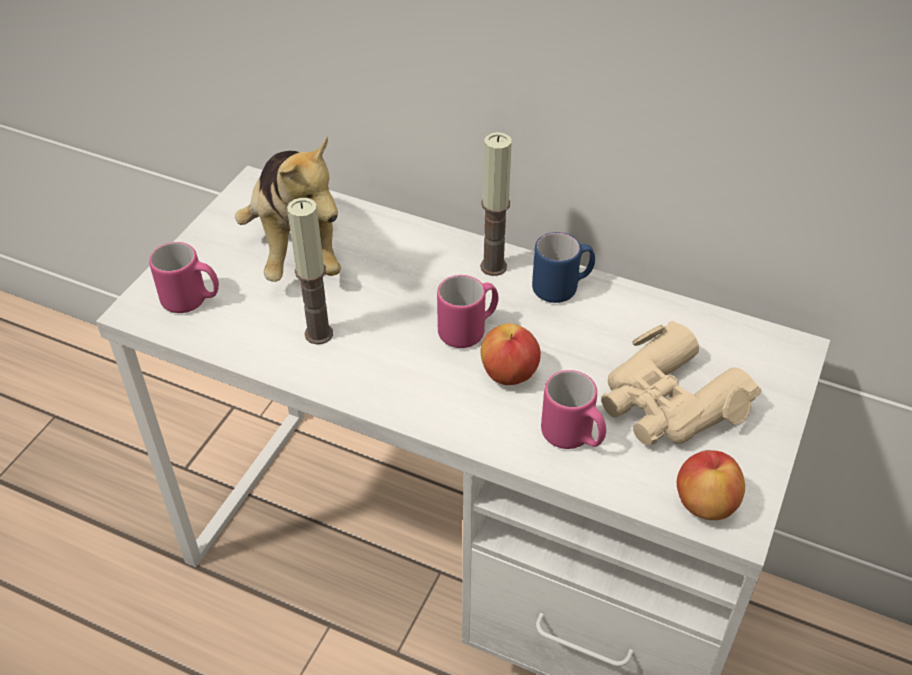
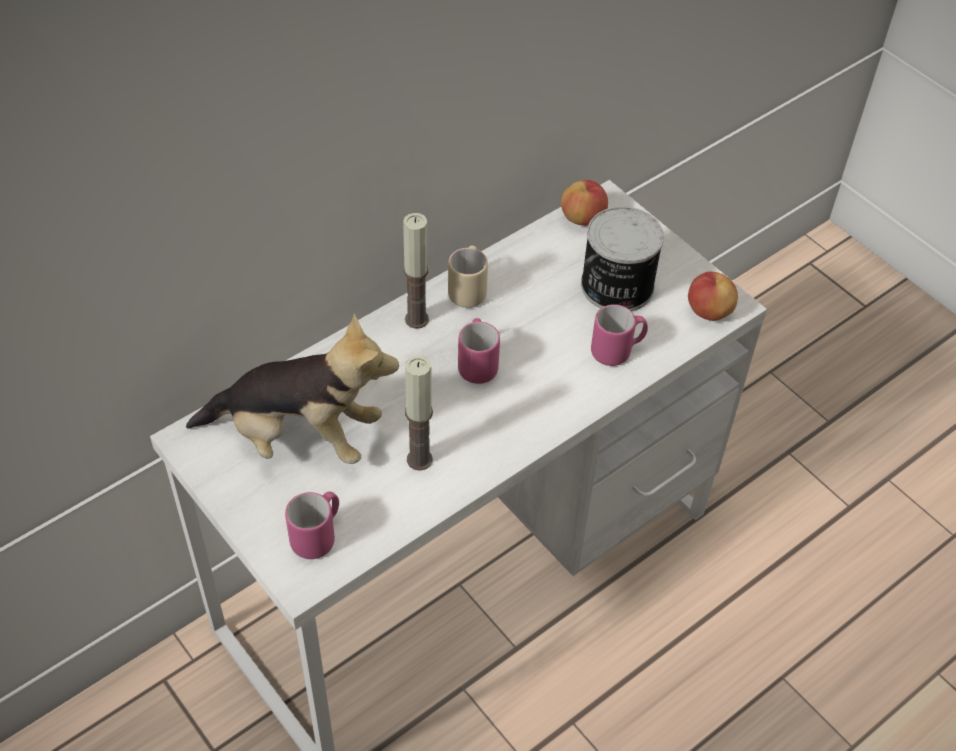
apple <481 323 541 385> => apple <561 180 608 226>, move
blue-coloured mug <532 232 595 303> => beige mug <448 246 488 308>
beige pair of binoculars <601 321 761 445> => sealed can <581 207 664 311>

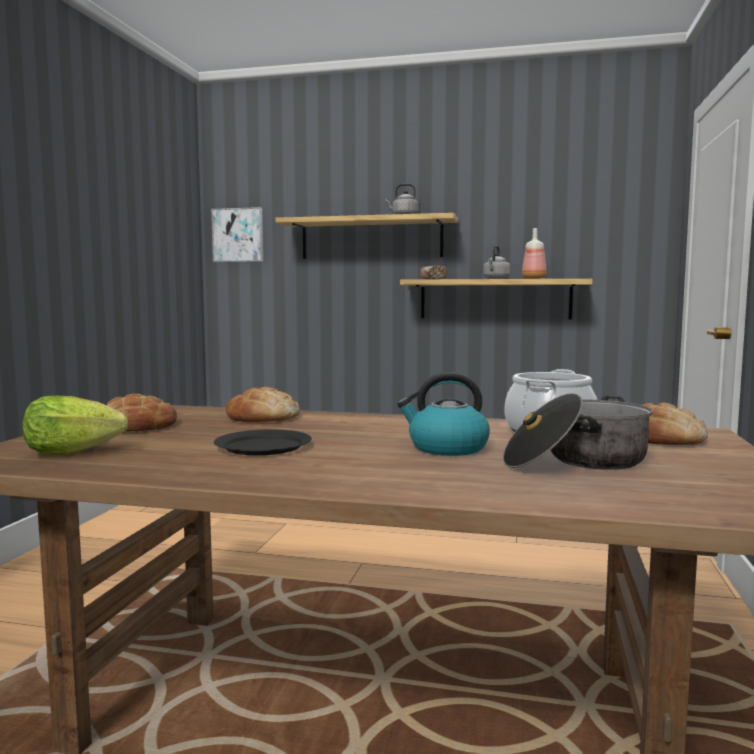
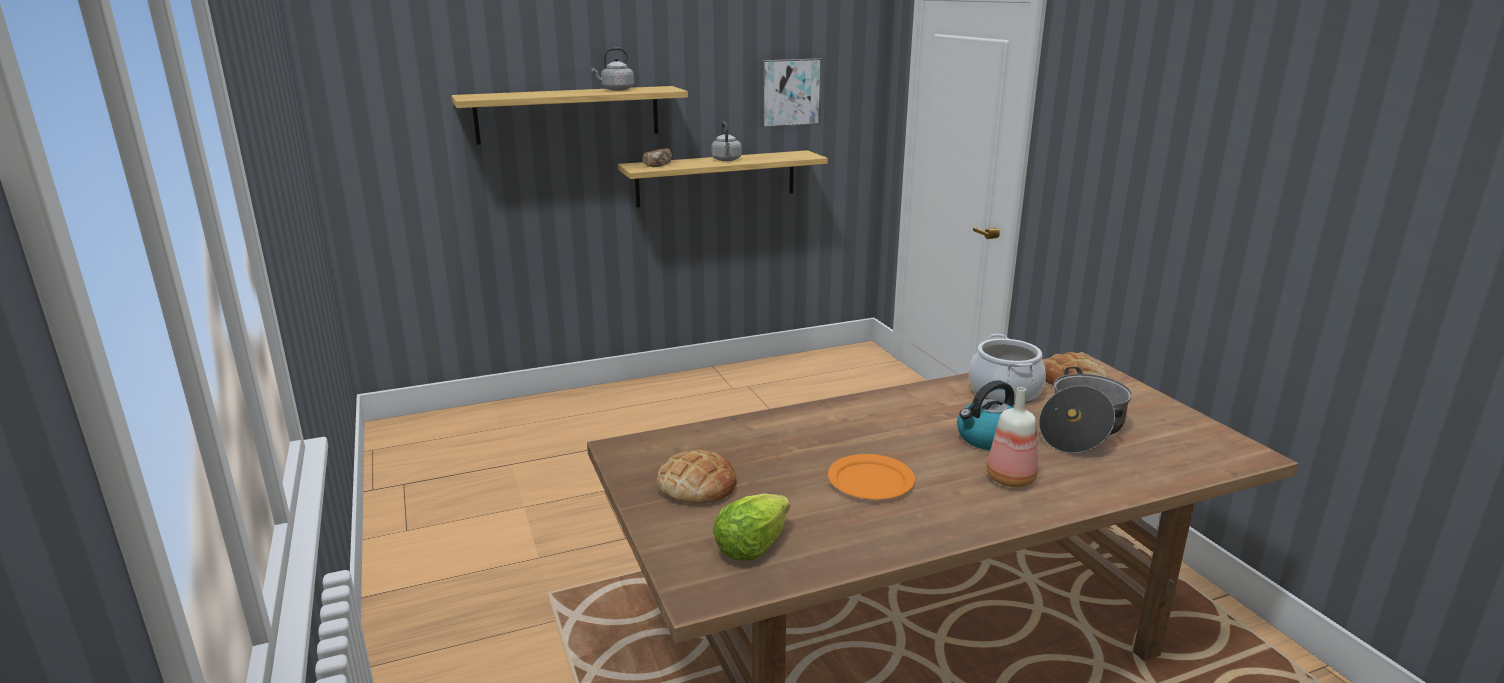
wall picture <211 207 263 262> => wall picture <761 58 822 127>, move
blackish dinner plate <214 429 312 455> => orange-coloured dinner plate <828 454 915 499>
bread <226 387 300 422> => nothing
drink bottle <522 228 547 279> => drink bottle <987 387 1038 487>, move

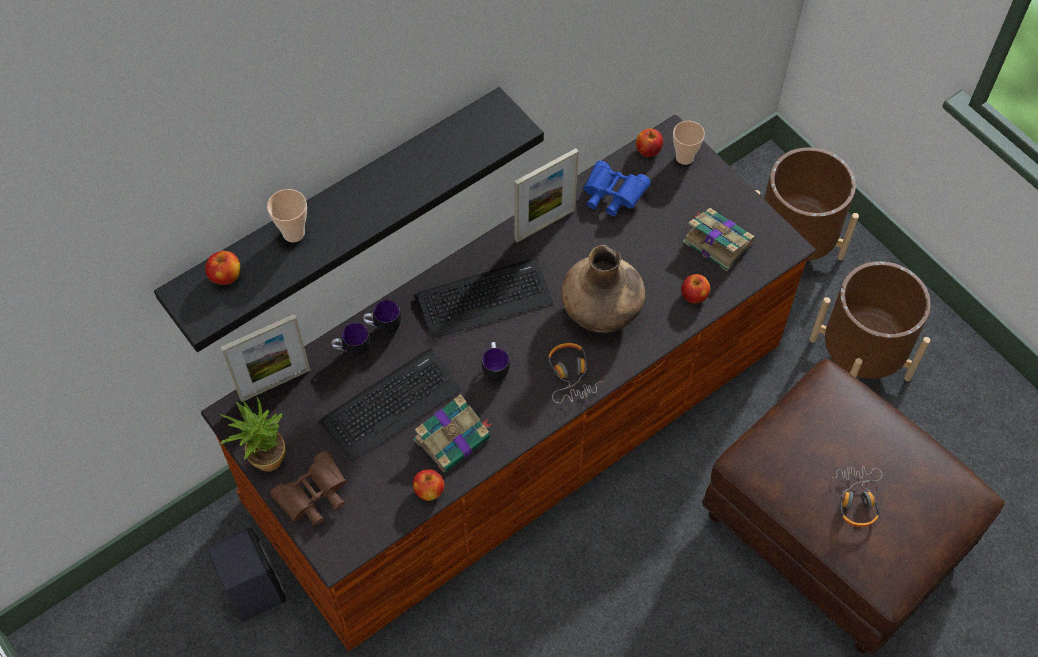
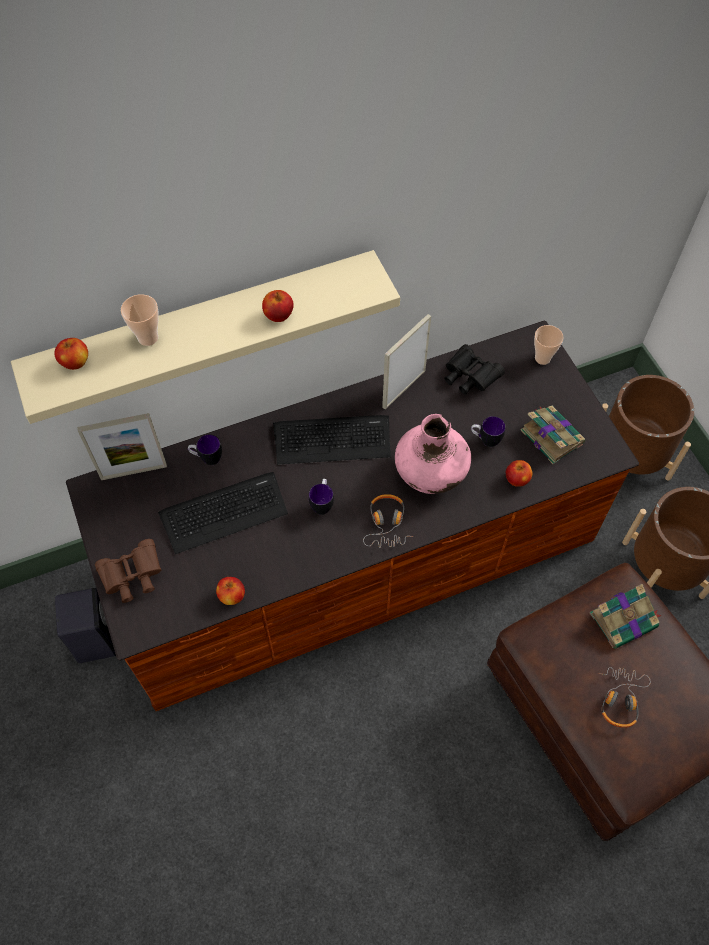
blackish shelf <154 87 544 352> => beige shelf <11 250 400 424>
plant in a pot <220 397 286 472> => nothing
mug <363 300 401 334> => mug <471 416 506 447>, move
volume <414 394 492 473> => volume <590 584 662 649>, move
picture frame <514 148 579 242> => picture frame <382 314 431 410>, 150 degrees clockwise
brownish flower vase <561 245 645 333> => pink-coloured flower vase <395 414 471 494>
blue-coloured pair of binoculars <583 161 651 216> => blackish pair of binoculars <444 344 505 395>
apple <636 128 663 157> => apple <262 290 294 322>, move

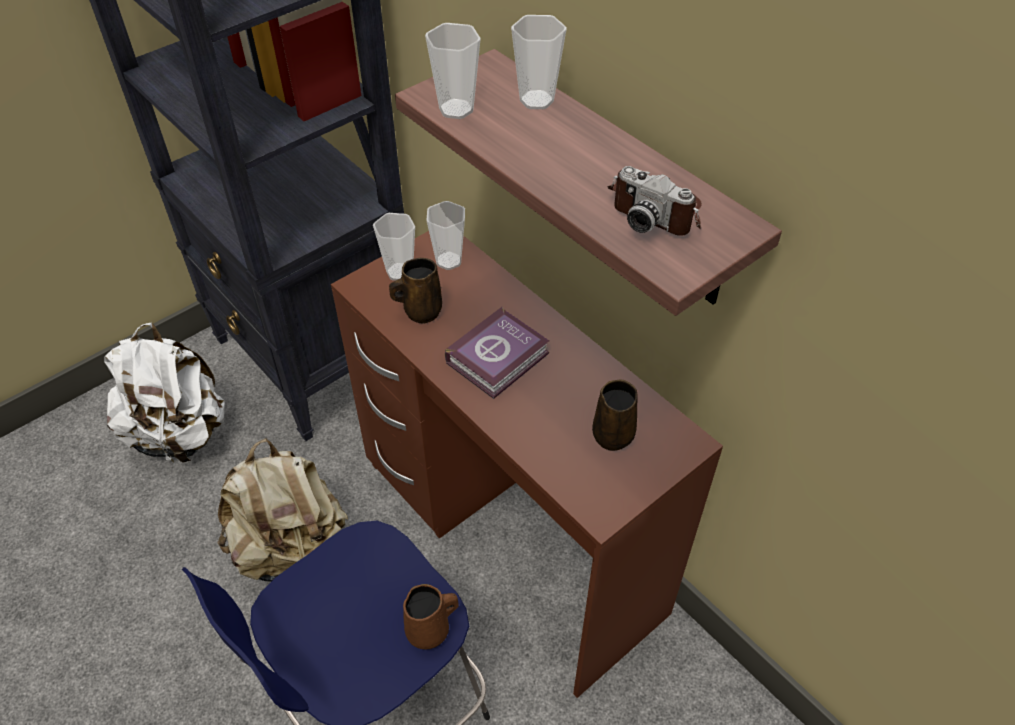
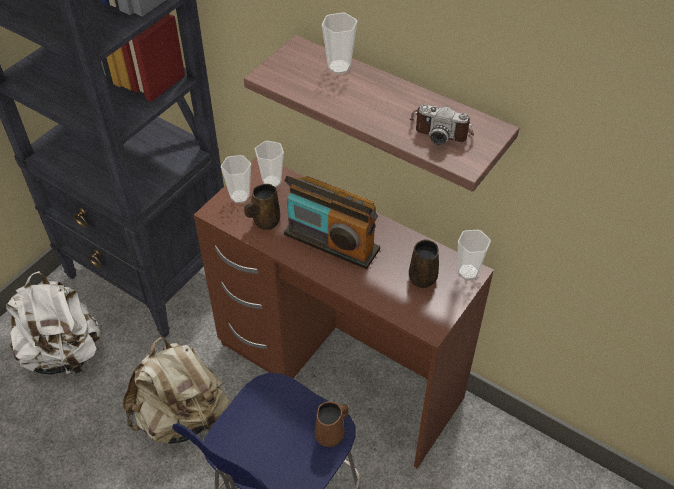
drinking cup <425 23 481 119> => drinking cup <458 230 491 280>, move
volume <445 307 549 399> => radio <284 176 380 269>

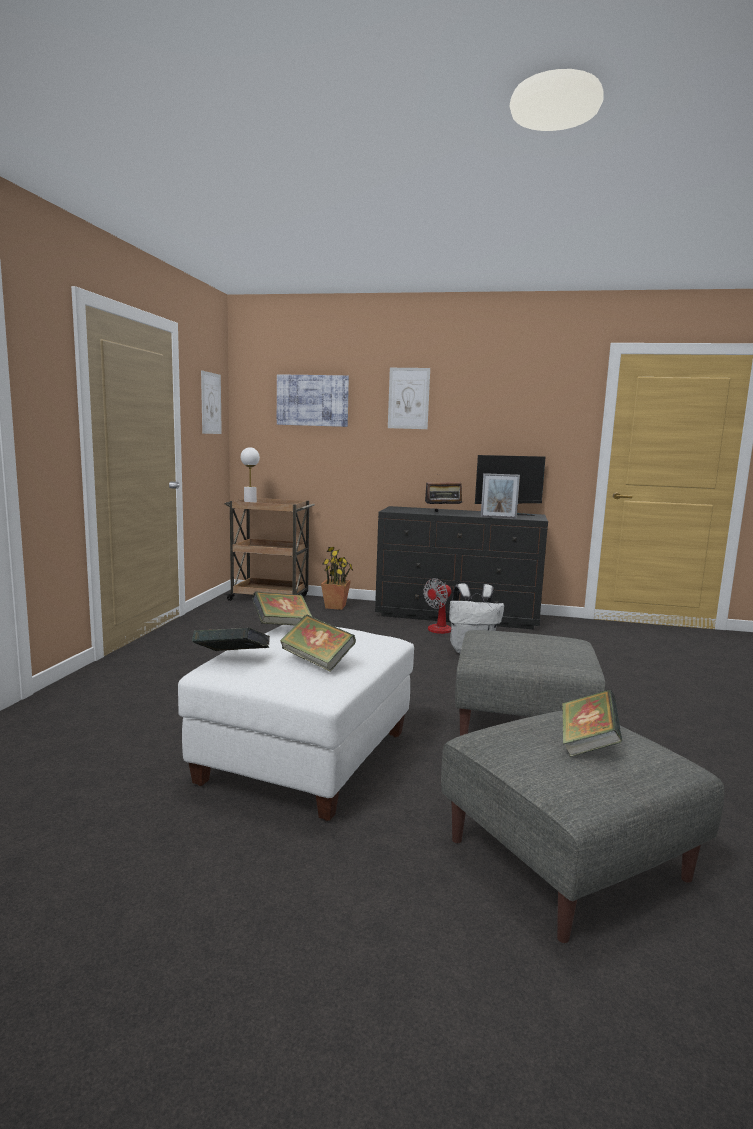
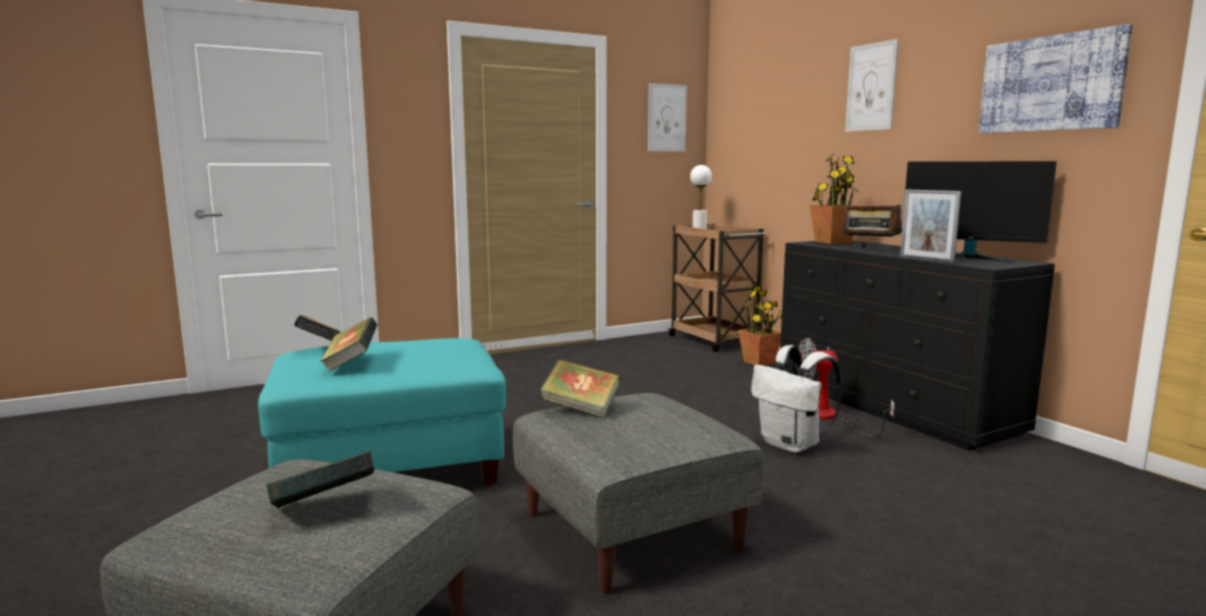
white pouffe <178 625 414 821> => turquoise-coloured pouffe <258 338 506 486>
volume <252 591 312 625> => volume <540 359 621 417>, move
wall picture <277 374 349 427> => wall picture <979 24 1133 133>, move
nothing => plant in a pot <809 153 858 244>

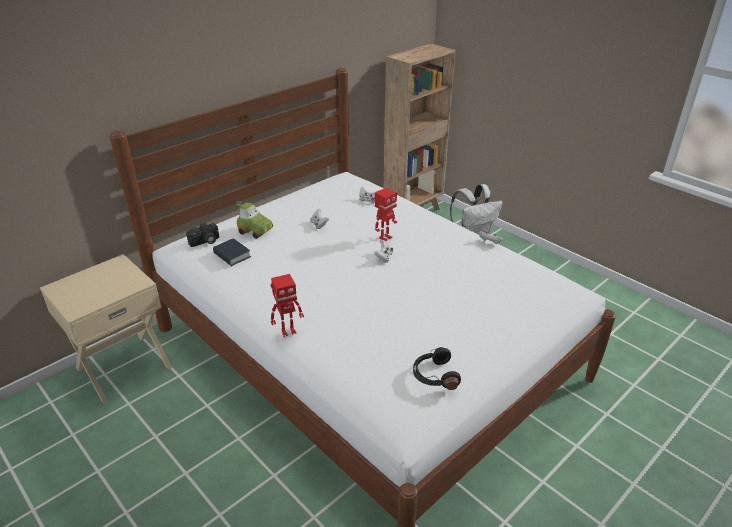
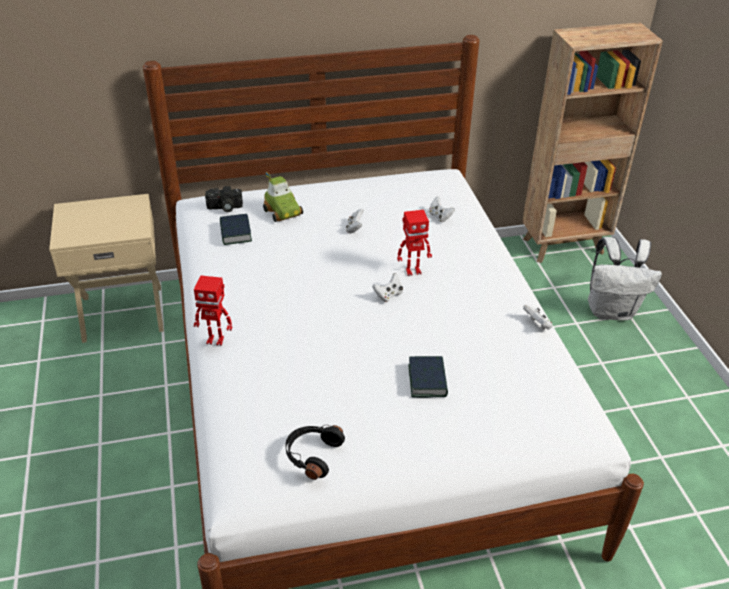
nothing => volume <408 356 448 398>

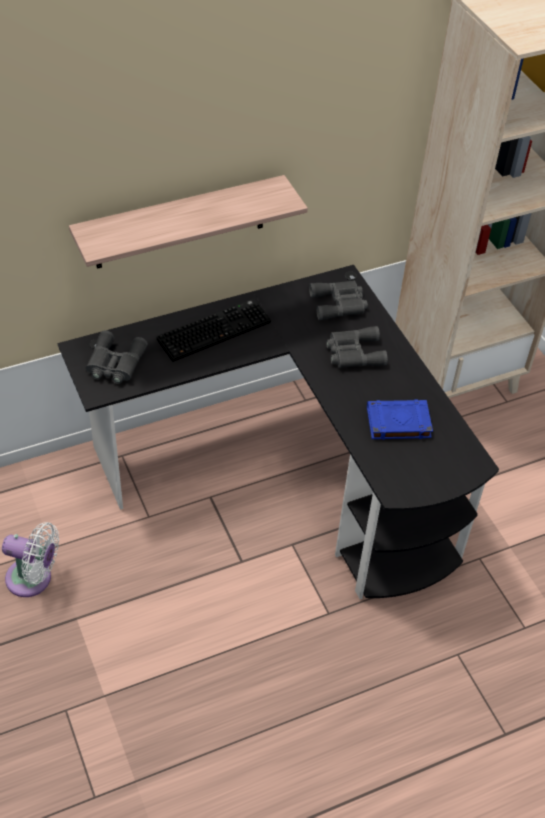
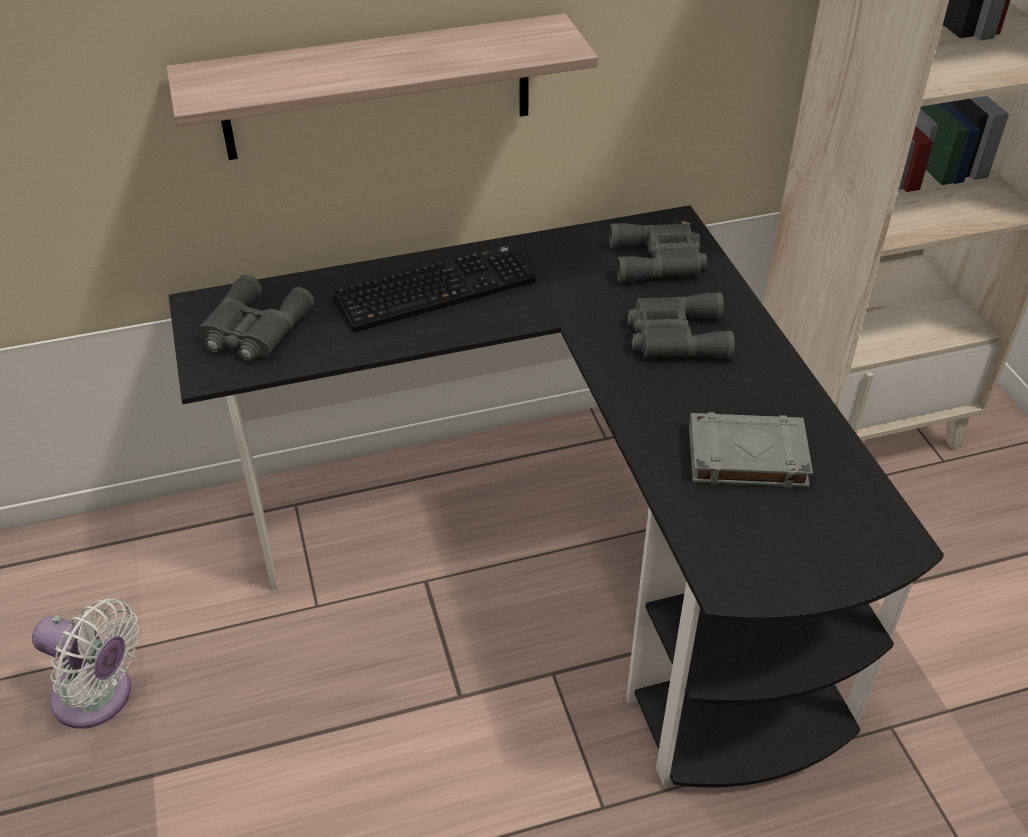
blue-coloured volume <367 399 433 440> => greyish volume <689 412 813 488>

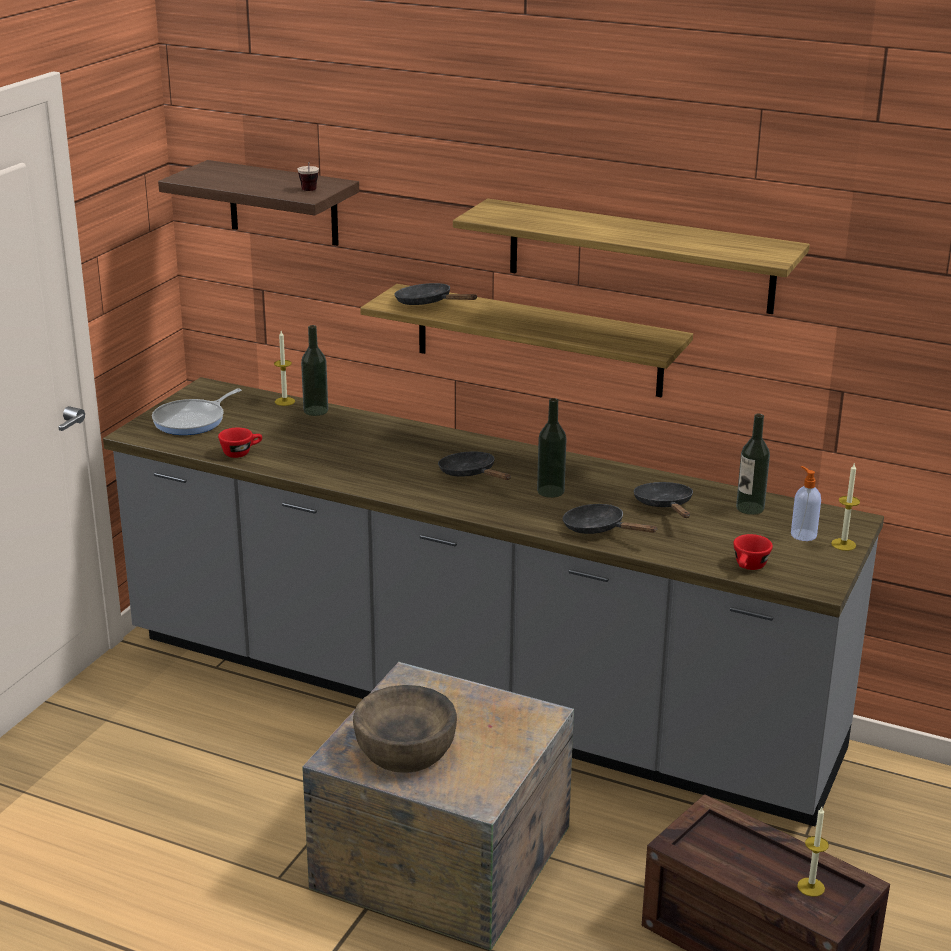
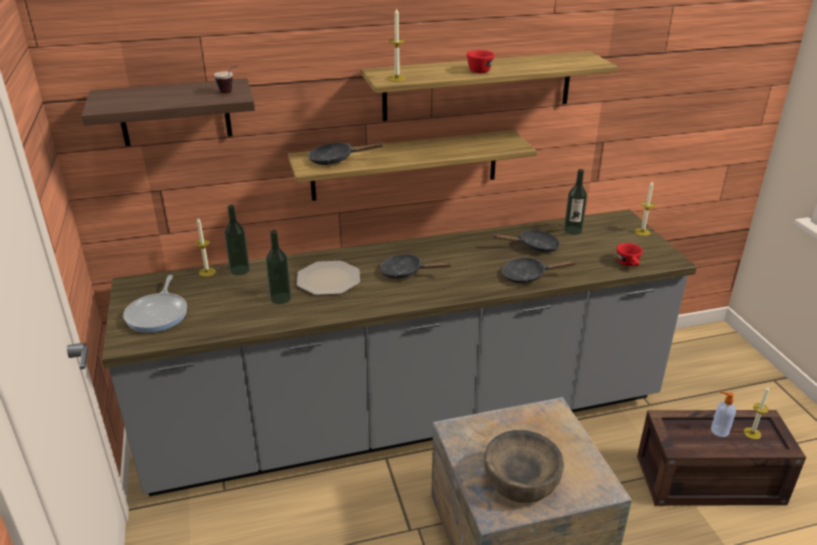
reddish drinking cup <218 428 262 458> => reddish drinking cup <467 50 494 73>, move
drink bottle <537 398 567 498> => drink bottle <266 230 291 304>, move
blackish skillet <634 482 693 518> => blackish skillet <492 230 560 252>, 135 degrees clockwise
soap bottle <791 466 821 541> => soap bottle <711 391 736 437>, move
nothing => dinner plate <297 261 360 295>
nothing => wax candle <388 8 406 82>

